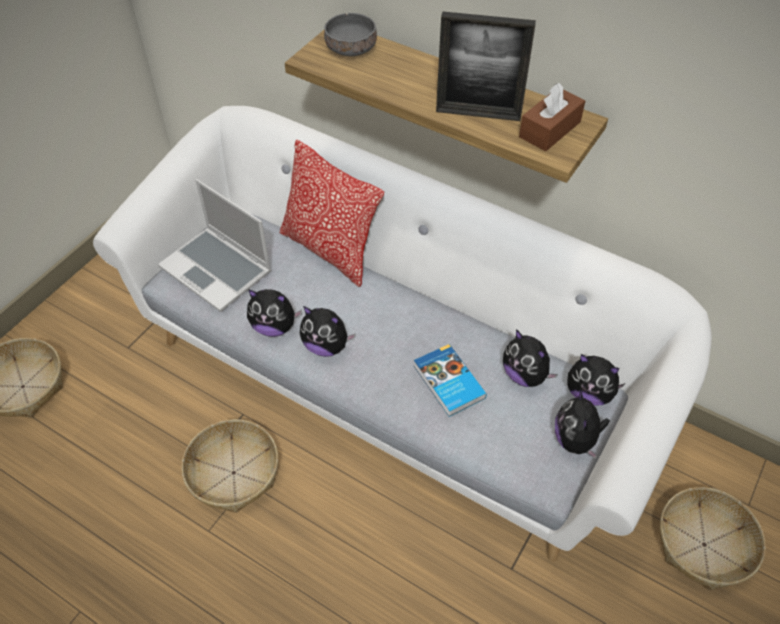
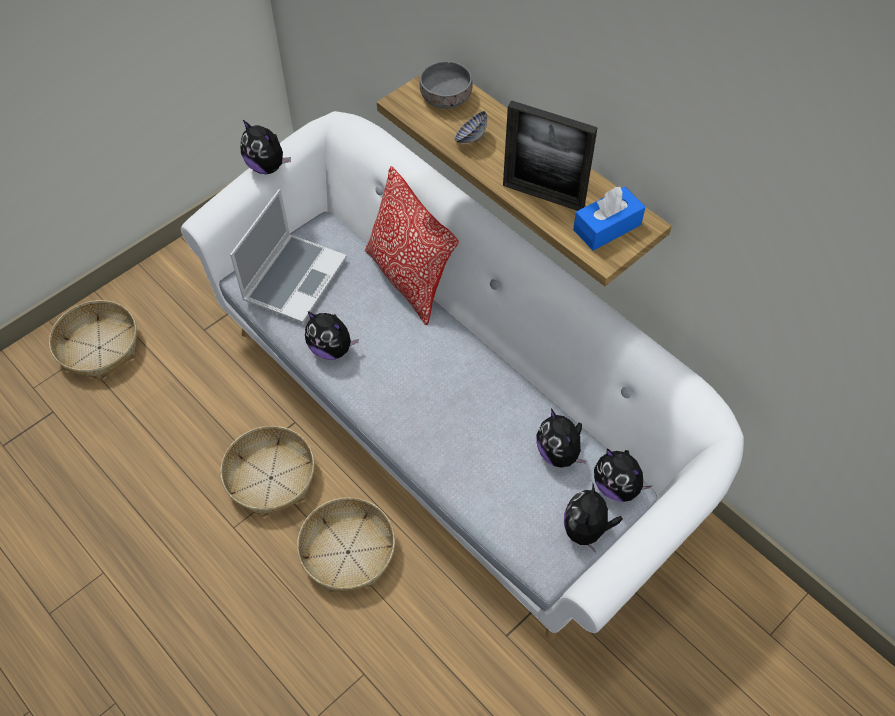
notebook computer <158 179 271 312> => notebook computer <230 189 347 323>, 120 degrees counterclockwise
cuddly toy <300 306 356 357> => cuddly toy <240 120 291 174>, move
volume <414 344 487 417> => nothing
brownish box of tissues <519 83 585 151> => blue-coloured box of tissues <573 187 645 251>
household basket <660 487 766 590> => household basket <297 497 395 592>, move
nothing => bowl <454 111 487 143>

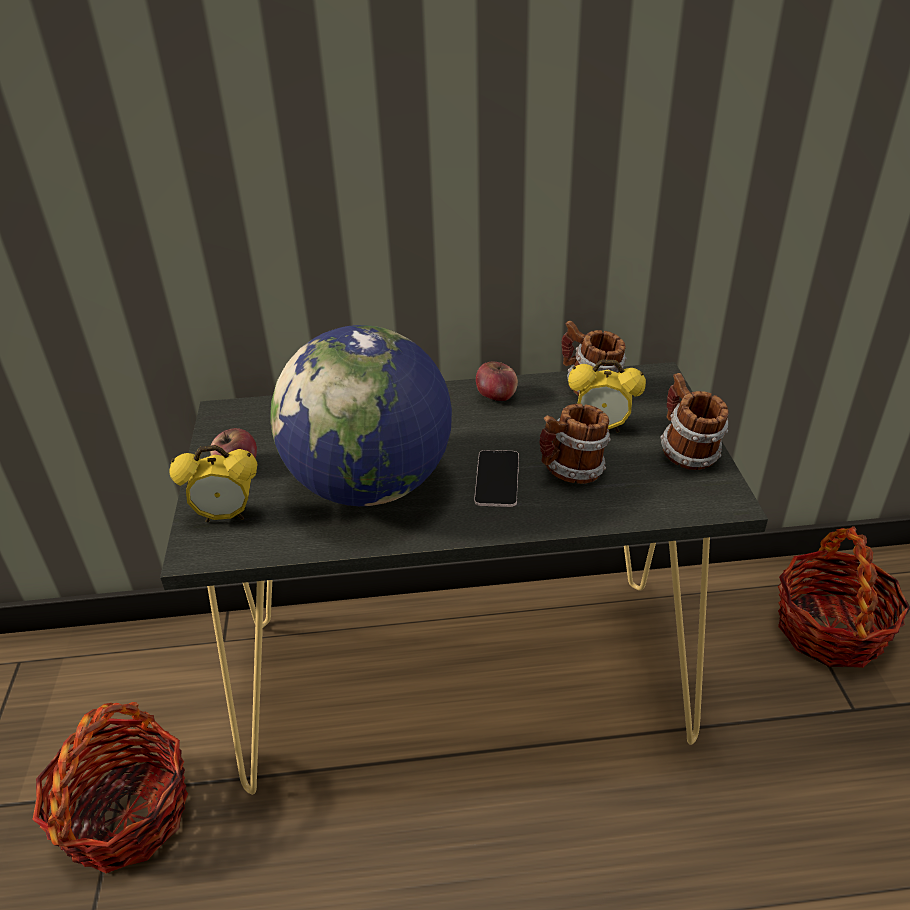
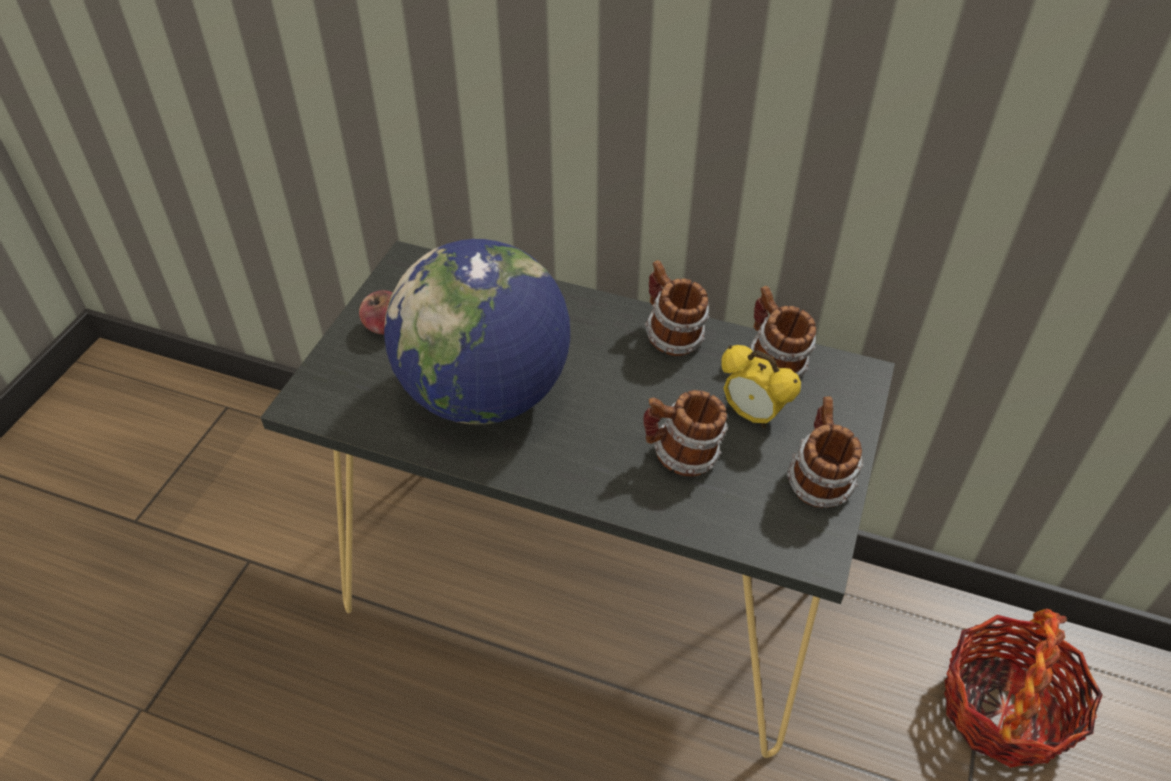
household basket <32 702 188 873> => nothing
bedside clock <169 445 257 522> => nothing
telephone <474 450 519 507> => nothing
apple <476 361 518 401> => mug <645 260 709 356>

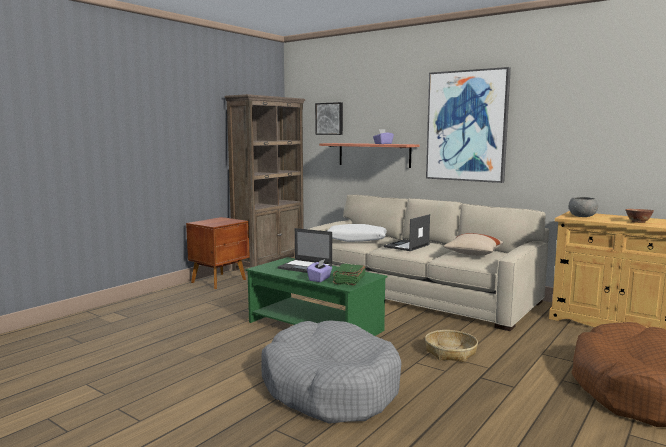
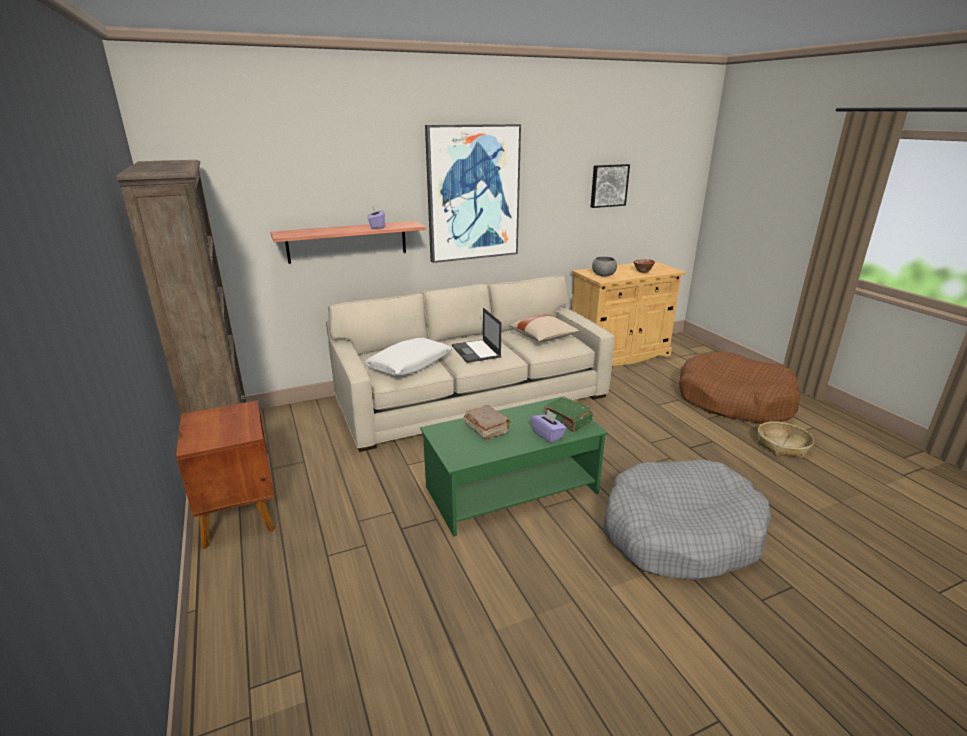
notebook computer <277 228 333 273> => brownish volume <464 405 511 439>
wall picture <315 102 343 135> => wall picture <591 164 630 208>, move
household basket <425 330 478 362> => household basket <758 421 814 458>, move

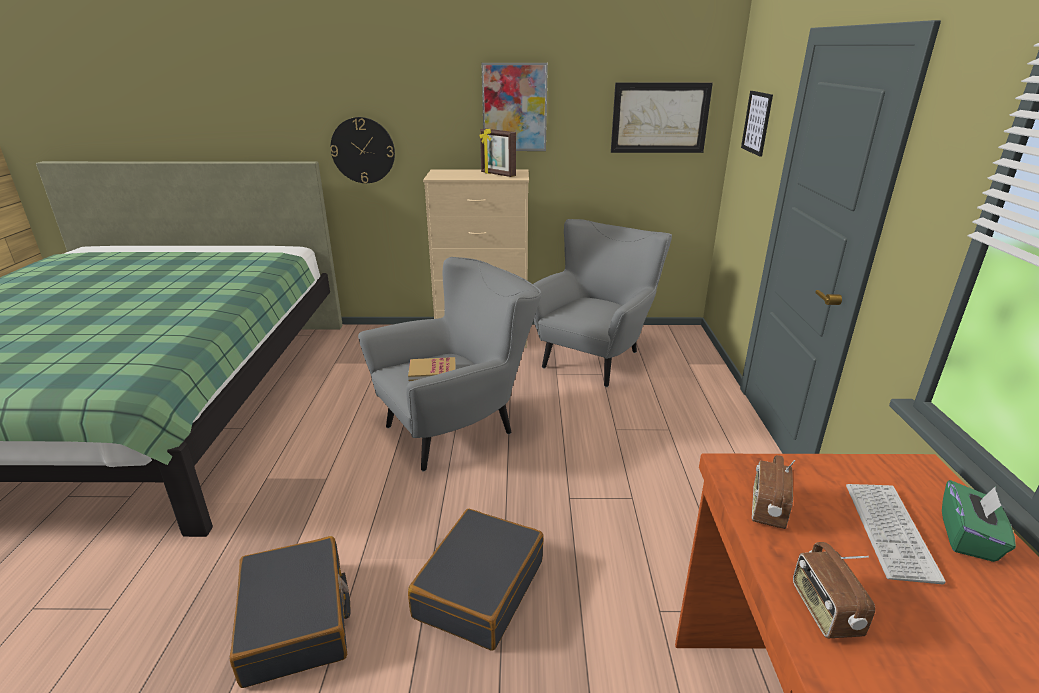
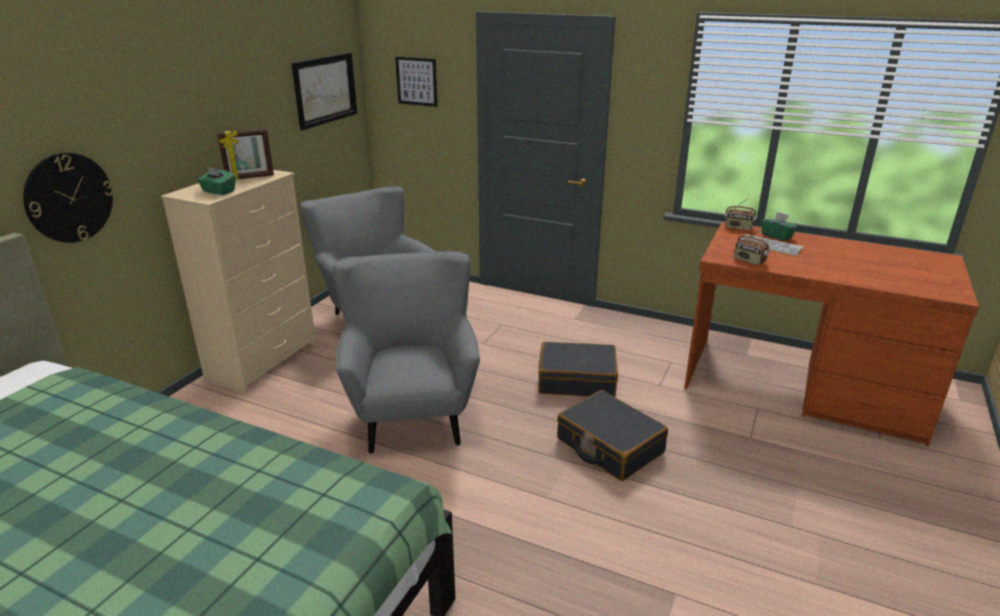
blackish travel case <230 536 351 688> => blackish travel case <538 342 618 397>, move
volume <408 357 455 381> => nothing
wall picture <482 63 548 151> => nothing
radio <793 542 875 638> => radio <724 198 756 230>, move
nothing => greenish box of tissues <197 166 235 195>

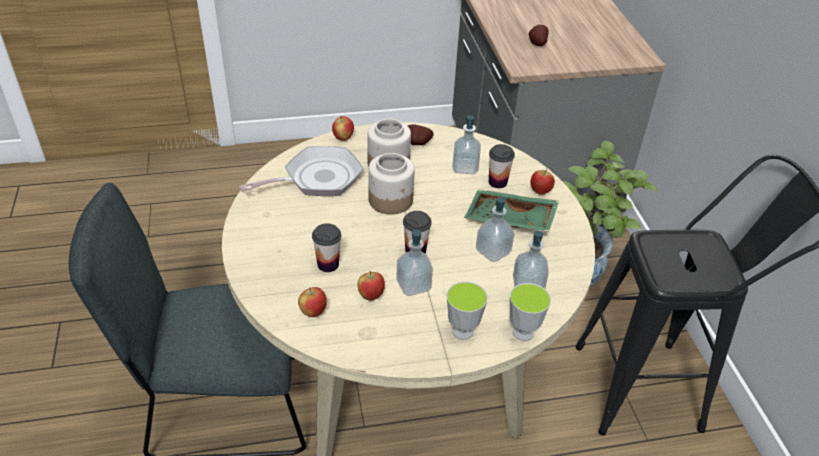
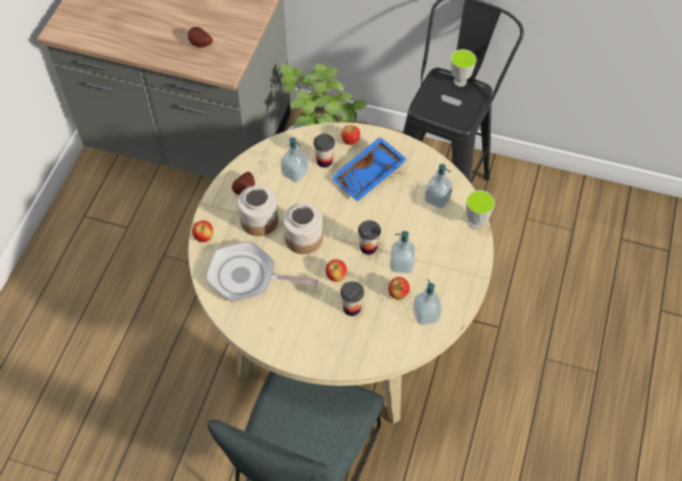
skillet <239 146 364 196> => skillet <205 241 318 302>, 75 degrees counterclockwise
apple <298 287 327 317> => apple <326 259 347 282>, move
drinking cup <447 281 488 340> => drinking cup <451 49 477 87>, move
greenish tray <464 190 559 231> => blue-coloured tray <331 137 408 202>
soap bottle <476 197 514 262> => soap bottle <413 279 442 325>, move

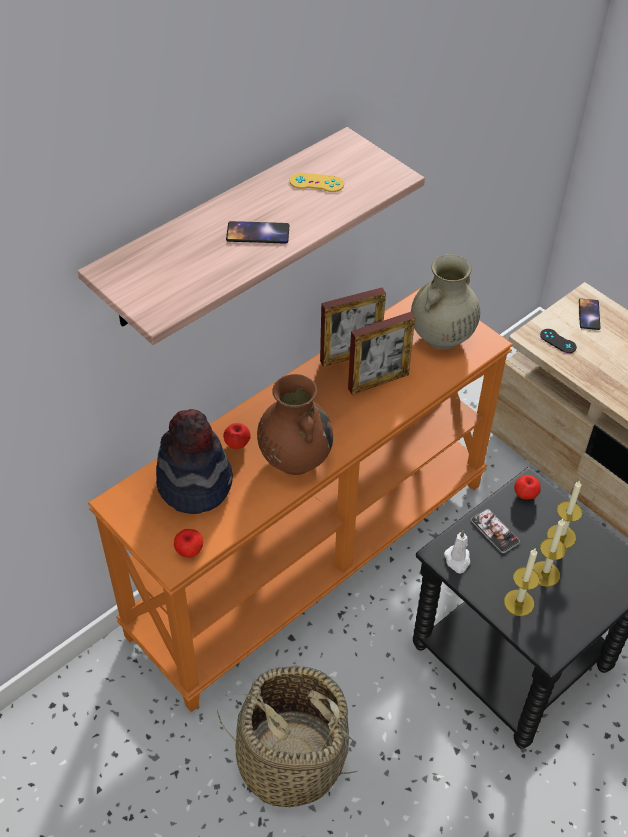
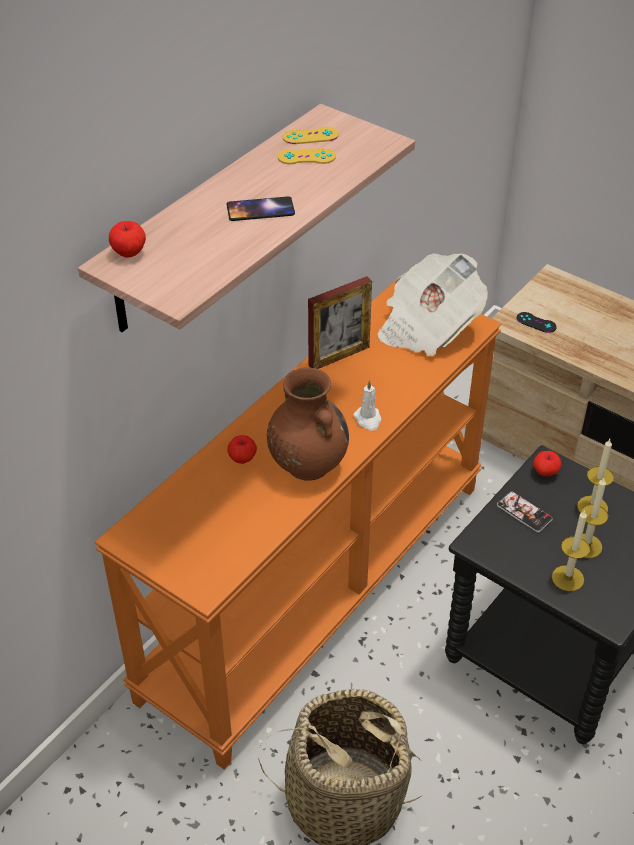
wearable hat <156 409 233 514> => nothing
apple <174 529 203 557> => apple <109 221 146 258>, move
picture frame <348 312 415 395> => nothing
beige flower vase <411 254 480 350> => daily paper <378 253 488 356>
white wax candle <444 530 470 574> => white wax candle <353 380 381 431>, move
telephone <579 298 600 330> => nothing
nothing => yellowish gamepad <283 127 339 144>

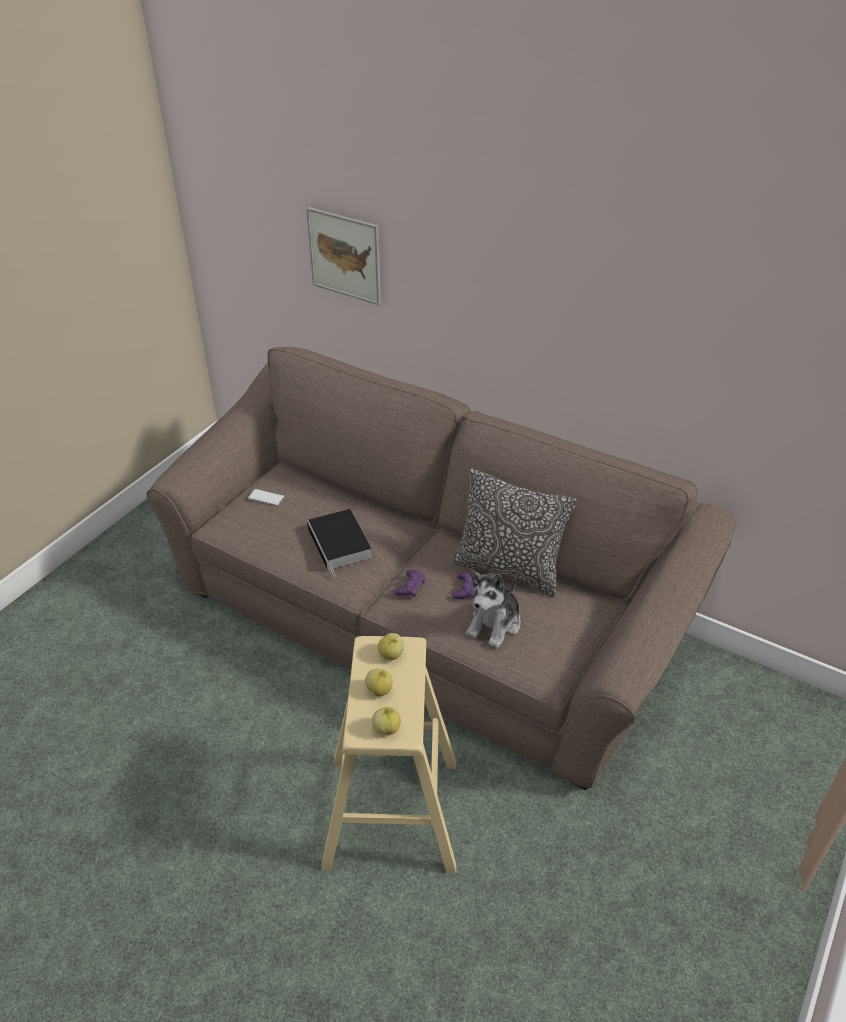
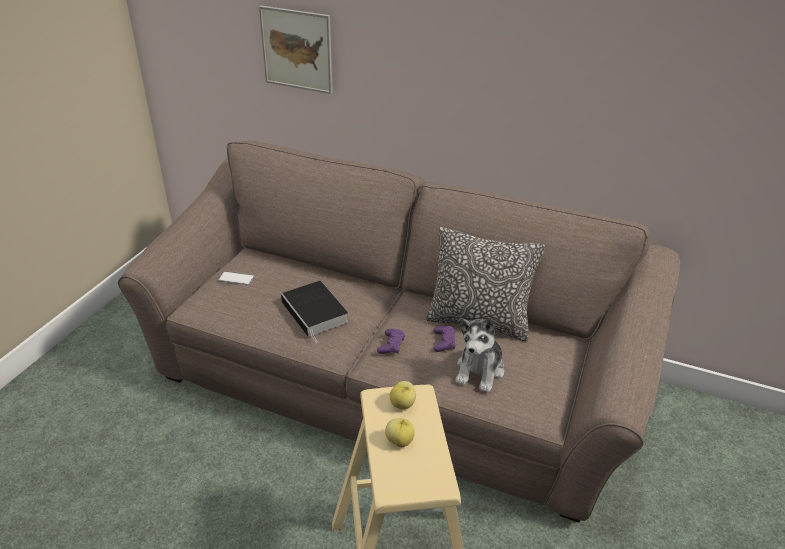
apple <372 707 401 735> => nothing

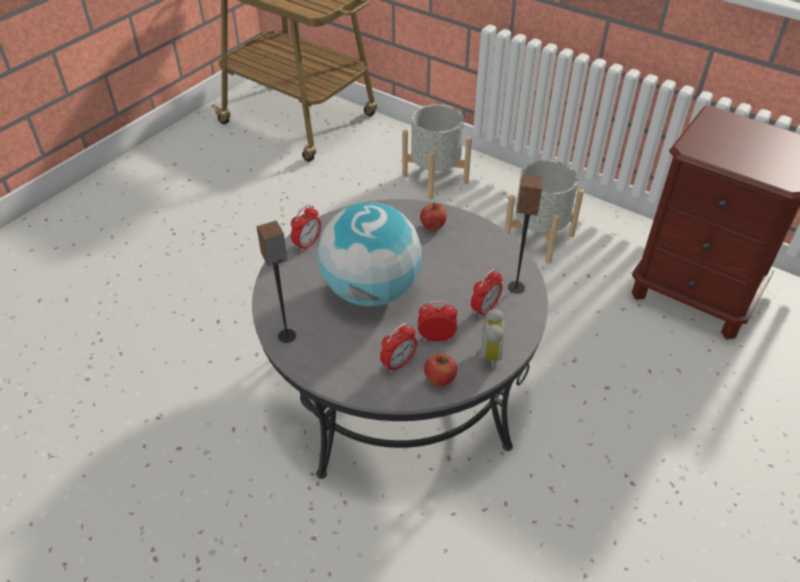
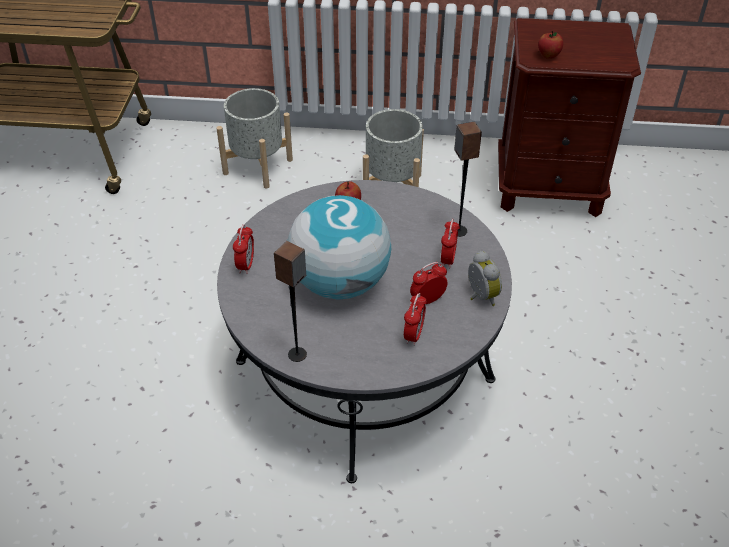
apple <424 354 457 387> => apple <538 31 563 59>, move

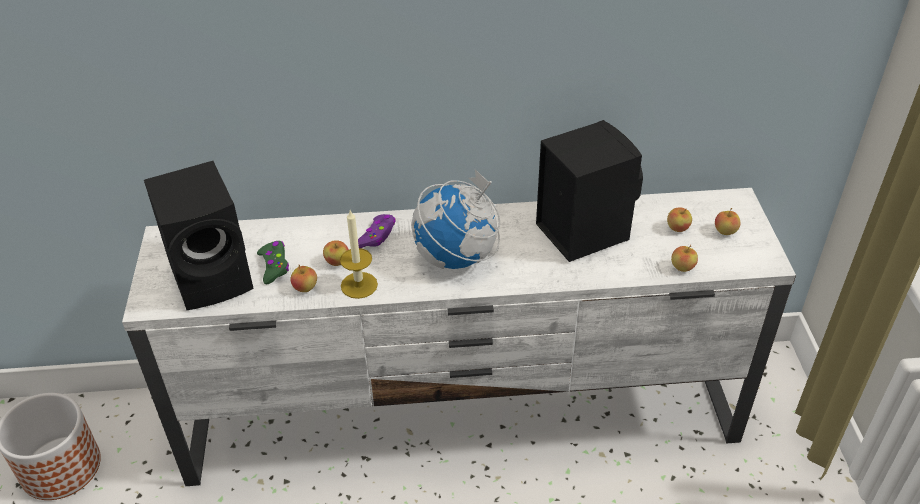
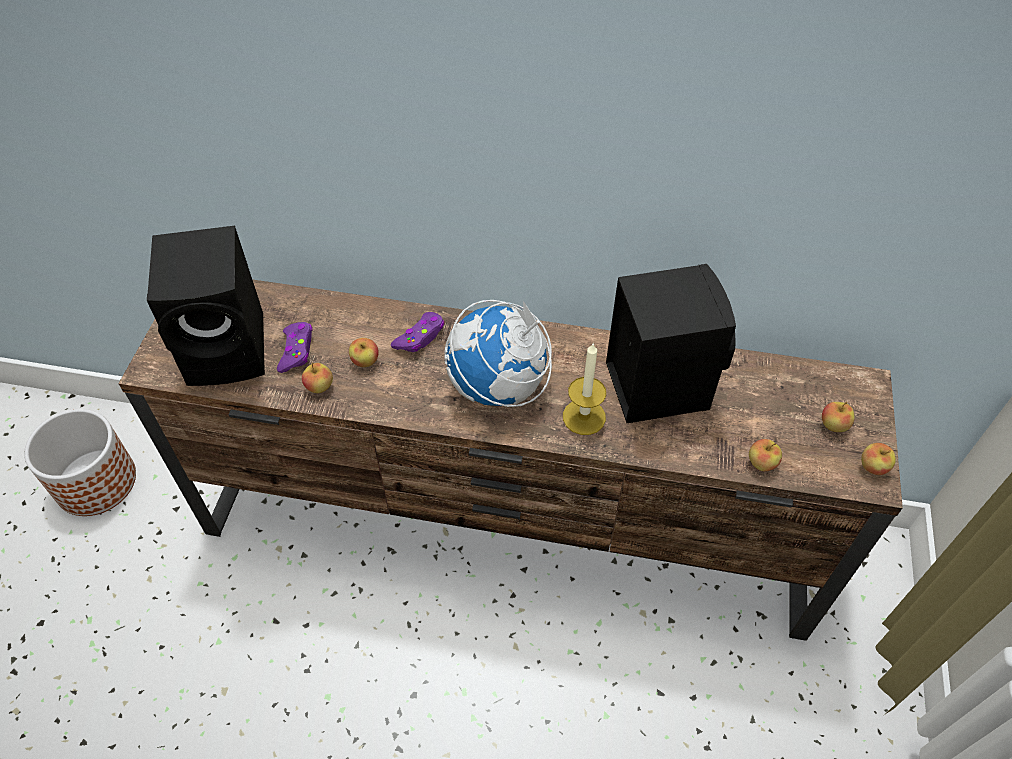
white media console <122 188 796 486> => brownish media console <118 279 903 641>
greenish gamepad <257 241 289 285> => purple-coloured gamepad <277 322 312 373>
wax candle <340 210 378 299> => wax candle <563 342 606 435>, move
apple <667 207 692 232> => apple <861 443 896 475>, move

